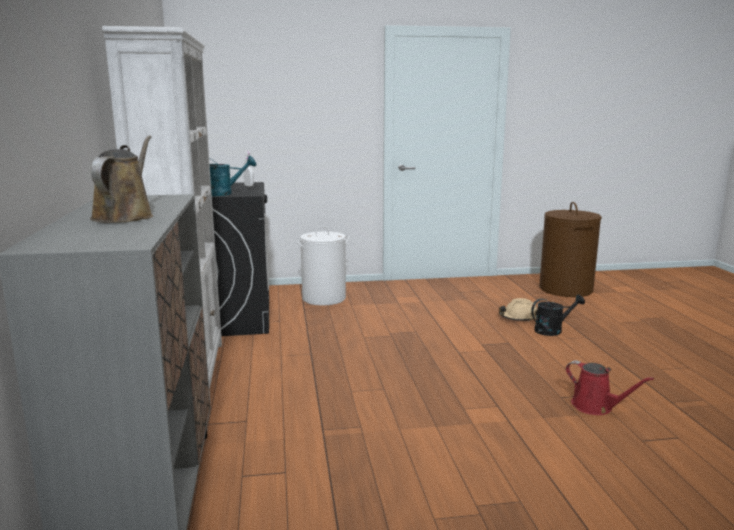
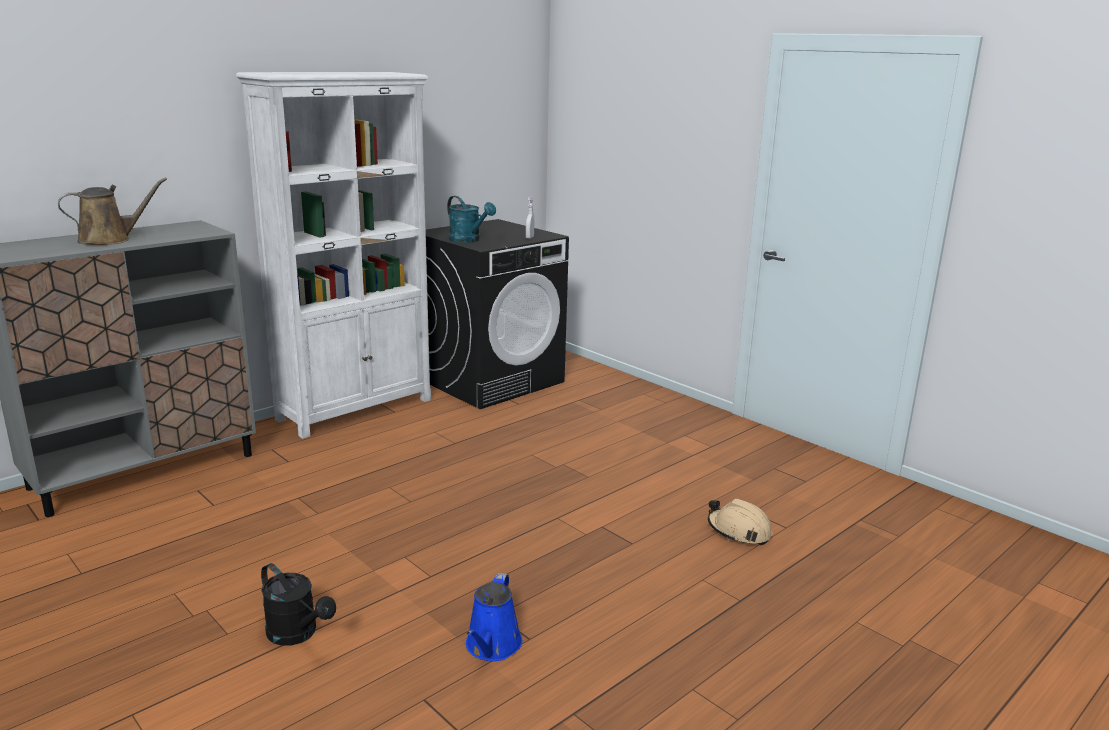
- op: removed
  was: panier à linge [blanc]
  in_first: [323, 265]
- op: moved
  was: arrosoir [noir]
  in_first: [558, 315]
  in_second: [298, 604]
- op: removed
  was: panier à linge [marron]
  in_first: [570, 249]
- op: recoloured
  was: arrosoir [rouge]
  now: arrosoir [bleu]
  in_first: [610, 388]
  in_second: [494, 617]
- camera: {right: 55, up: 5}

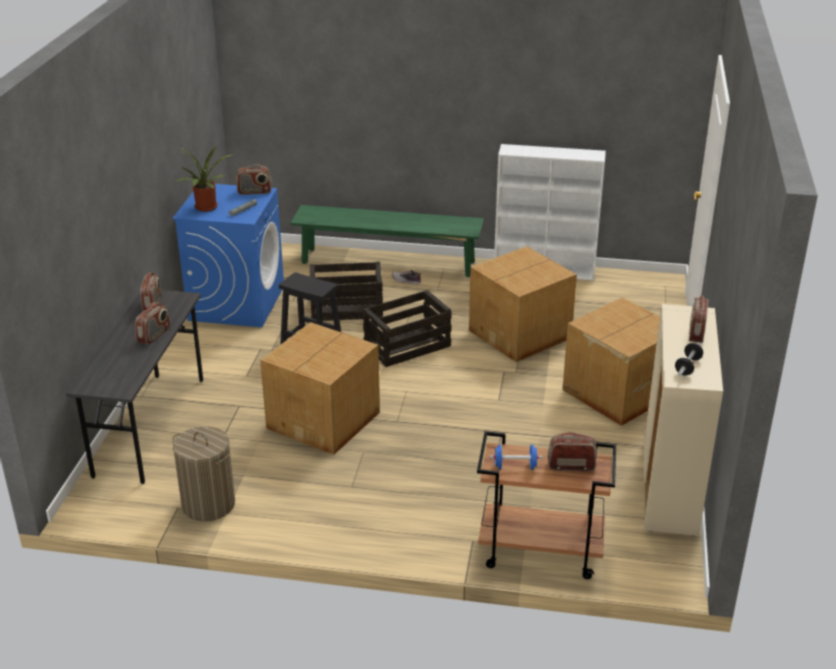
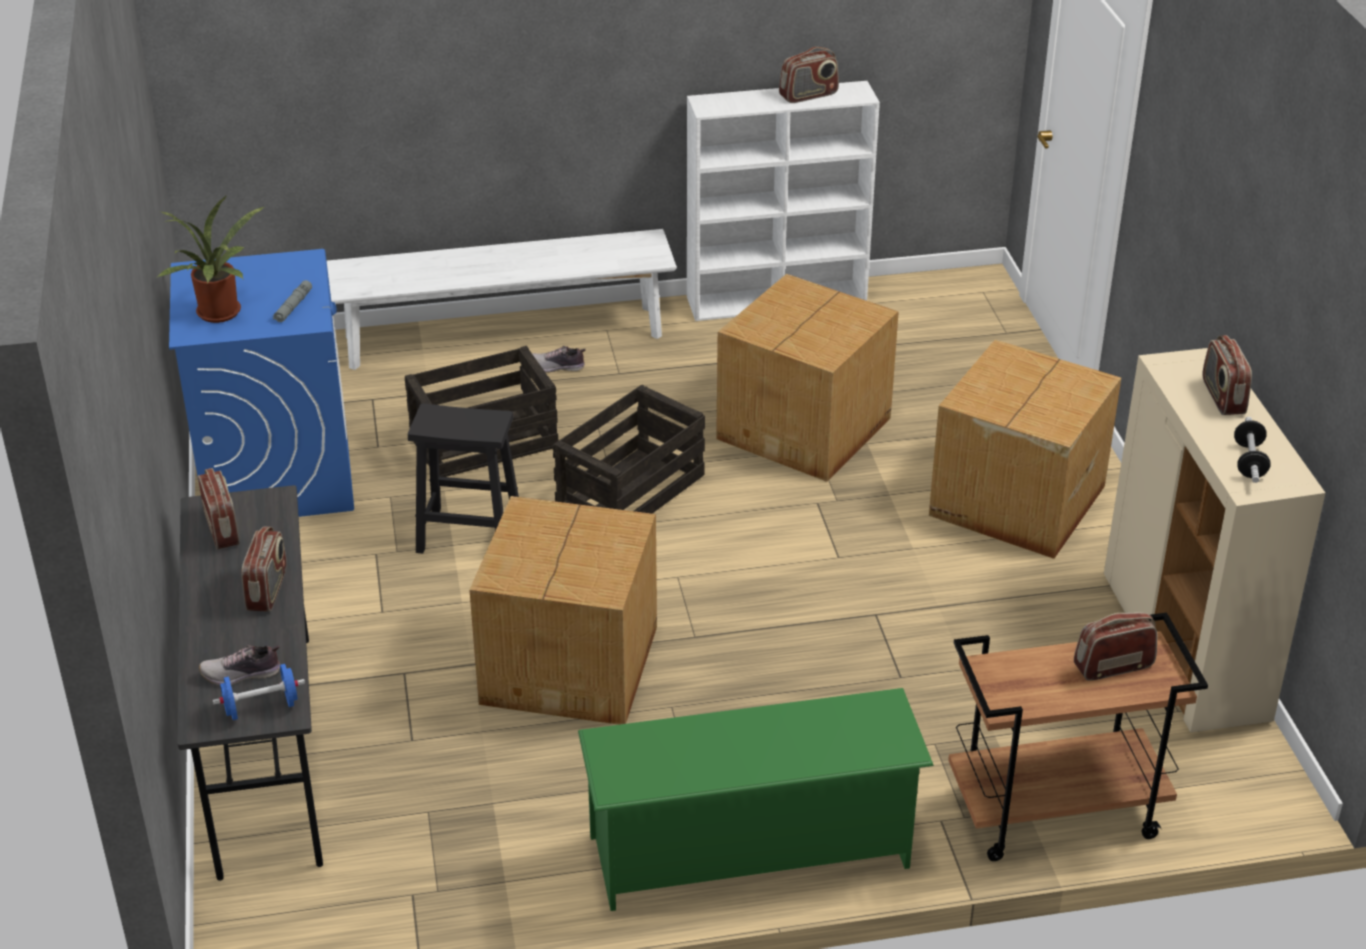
- op: removed
  was: panier à linge
  in_first: [203, 474]
- op: moved
  was: radio
  in_first: [254, 179]
  in_second: [809, 75]
- op: recoloured
  was: banc [vert]
  now: banc [blanc]
  in_first: [387, 241]
  in_second: [502, 299]
- op: moved
  was: haltère [bleu]
  in_first: [516, 457]
  in_second: [258, 692]
- op: added
  now: chaussure
  in_second: [239, 665]
- op: added
  now: étagère à chaussures [vert]
  in_second: [756, 799]
- camera: {right: -20, up: 5}

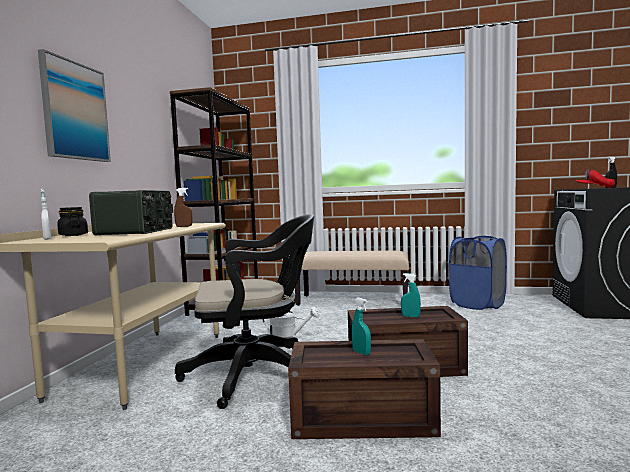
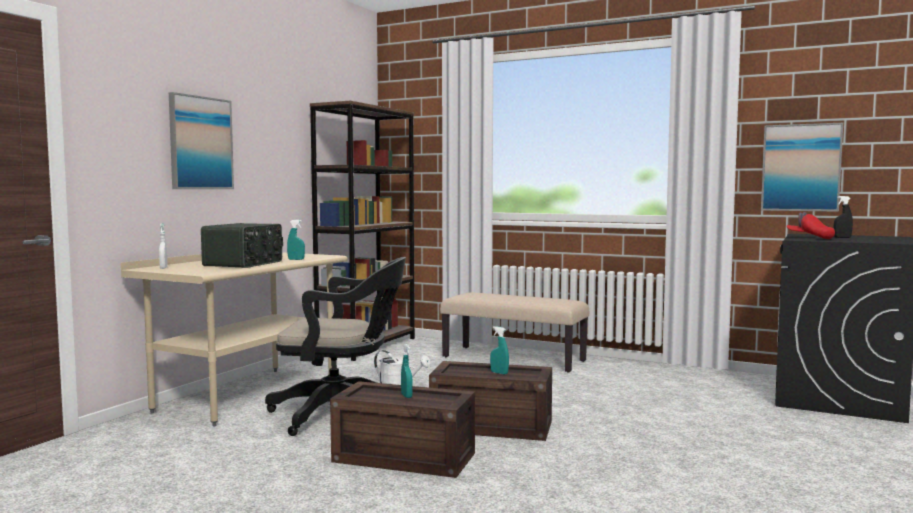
- op: removed
  was: bocal [noir]
  in_first: [72, 221]
- op: recoloured
  was: vaporisateur [marron]
  now: vaporisateur [turquoise]
  in_first: [183, 207]
  in_second: [296, 240]
- op: removed
  was: panier à linge [bleu]
  in_first: [478, 273]
- op: added
  now: tableau
  in_second: [802, 167]
- camera: {right: 15, up: 0}

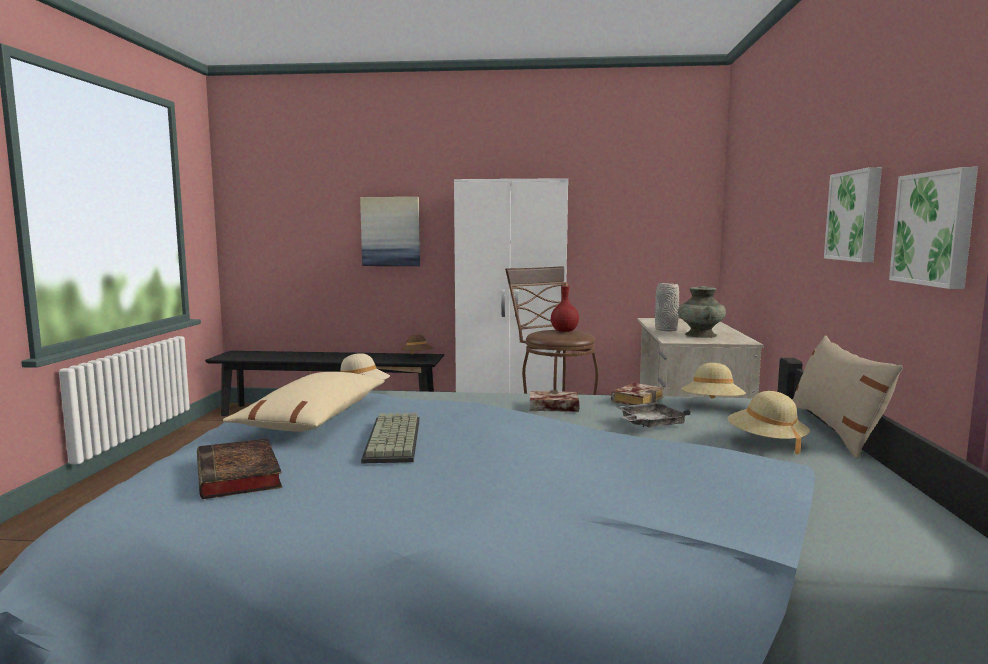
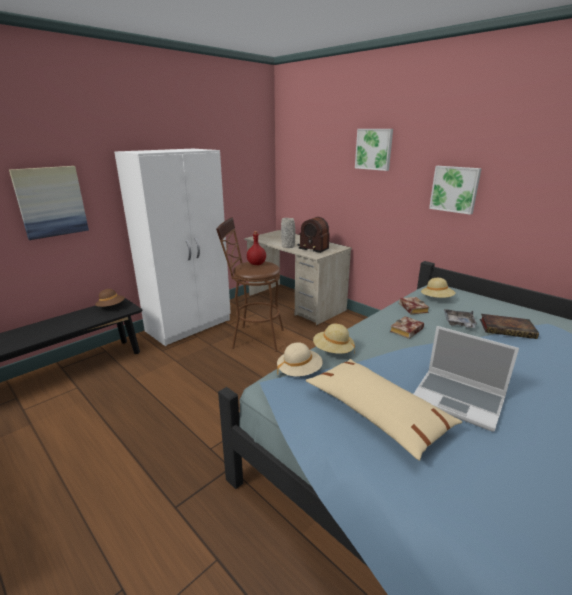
- op: moved
  was: livre
  in_first: [239, 468]
  in_second: [509, 326]
- op: replaced
  was: clavier
  now: ordinateur portable
  in_first: [390, 438]
  in_second: [466, 379]
- op: replaced
  was: vase [turquoise]
  now: radio
  in_first: [702, 312]
  in_second: [314, 235]
- op: moved
  was: chapeau [beige]
  in_first: [768, 422]
  in_second: [334, 339]
- op: removed
  was: coussin [beige]
  in_first: [847, 396]
- op: moved
  was: tableau
  in_first: [933, 228]
  in_second: [374, 150]
- camera: {right: -50, up: 15}

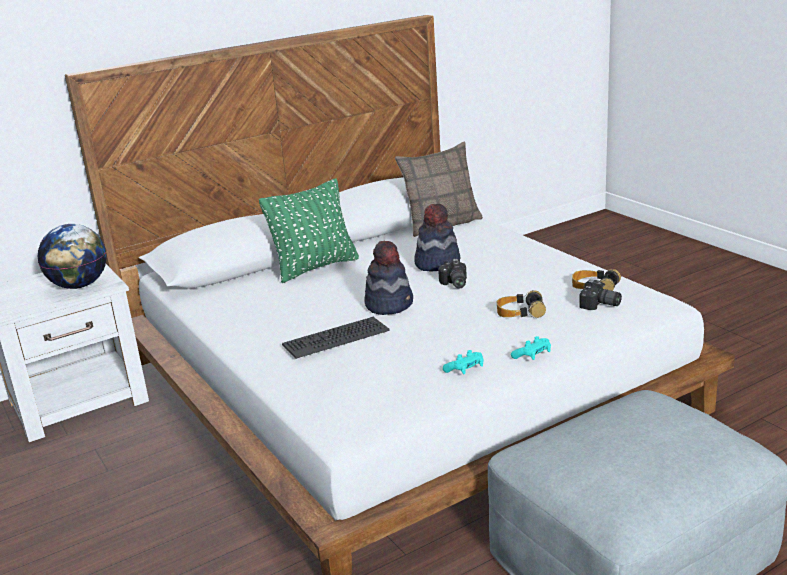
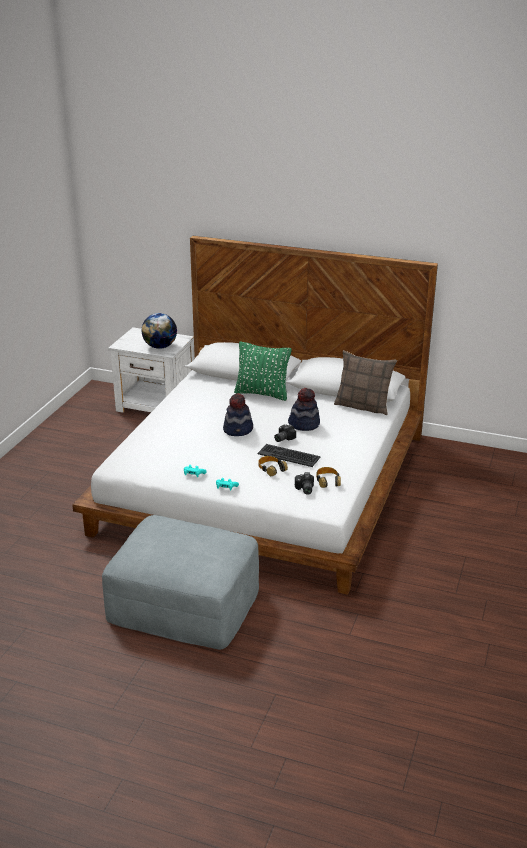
- op: moved
  was: clavier
  in_first: [336, 338]
  in_second: [288, 455]
- camera: {right: 50, up: 5}

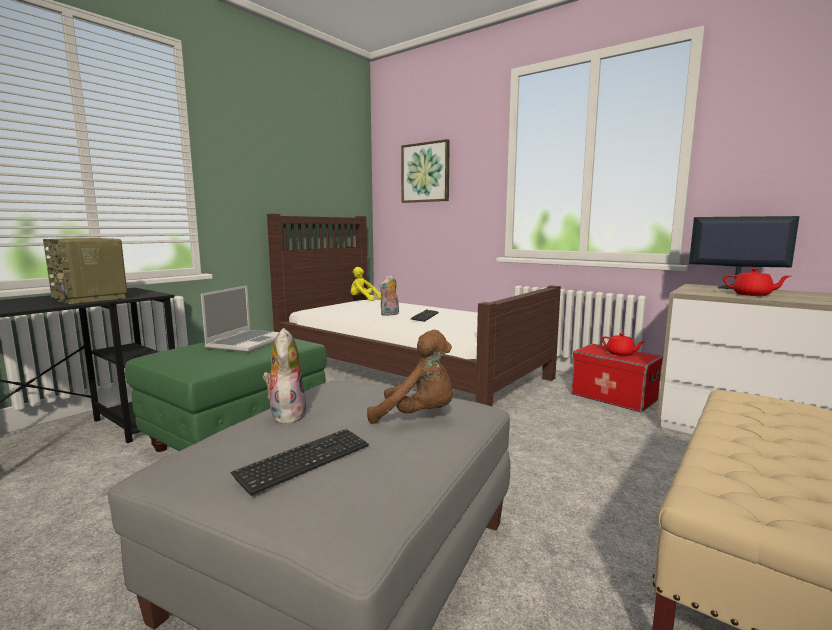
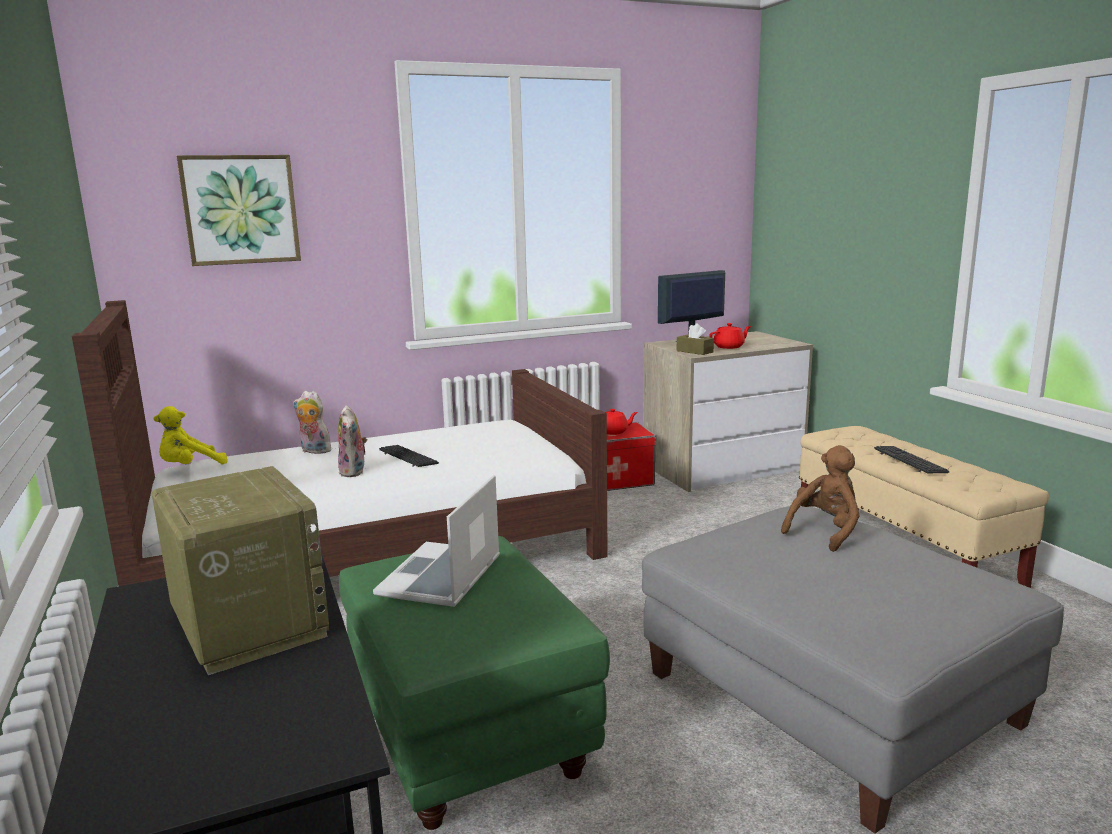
- op: turned
  was: radio
  in_first: [85, 271]
  in_second: [240, 570]
  clockwise: -105
- op: turned
  was: ordinateur portable
  in_first: [240, 318]
  in_second: [436, 541]
  clockwise: -120
- op: moved
  was: clavier
  in_first: [300, 462]
  in_second: [911, 459]
- op: moved
  was: peluche
  in_first: [285, 376]
  in_second: [312, 422]
- op: added
  now: boîte à mouchoirs [marron]
  in_second: [695, 339]
- camera: {right: -60, up: 5}

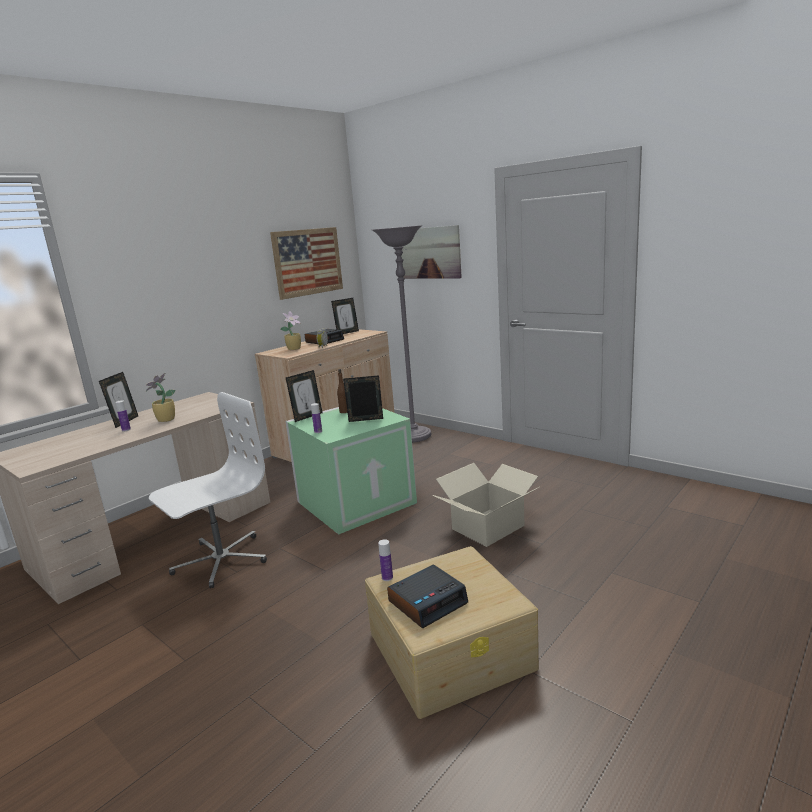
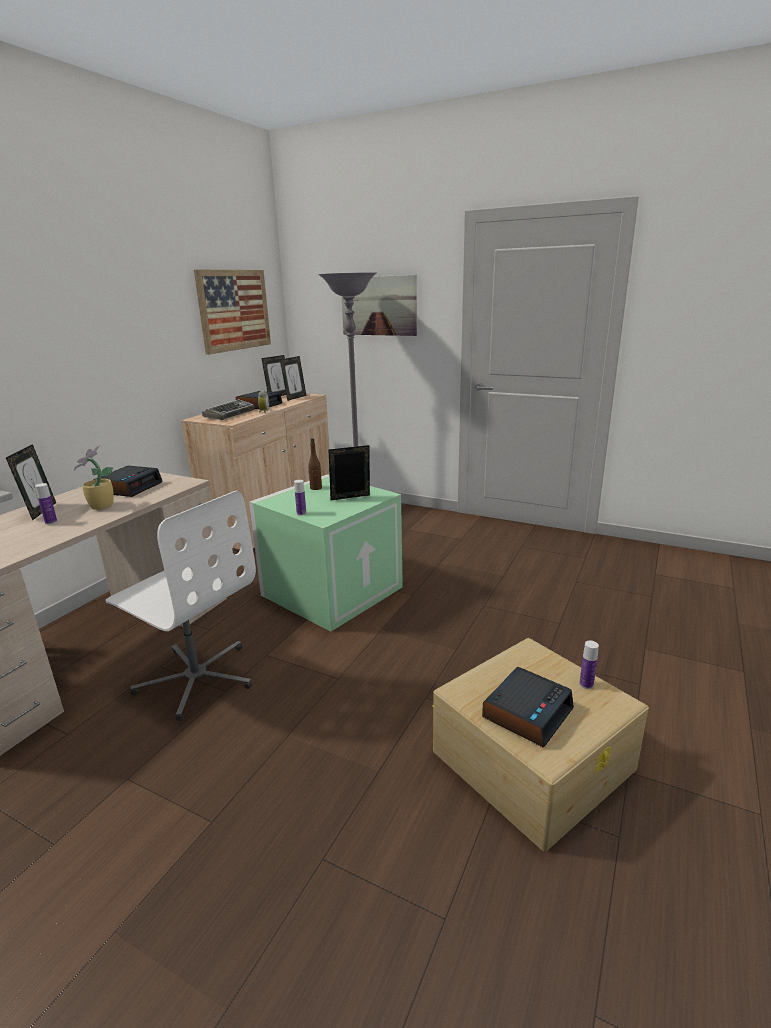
- op: turned
  was: chaise de bureau [blanc]
  in_first: [208, 490]
  in_second: [180, 605]
  clockwise: 90
- op: replaced
  was: plante en pot
  now: clavier
  in_first: [291, 330]
  in_second: [228, 409]
- op: moved
  was: cadre photo
  in_first: [304, 396]
  in_second: [293, 378]
- op: moved
  was: bouteille
  in_first: [385, 560]
  in_second: [589, 665]
- op: removed
  was: carton
  in_first: [485, 505]
- op: added
  now: réveil
  in_second: [127, 481]
- camera: {right: -15, up: 5}

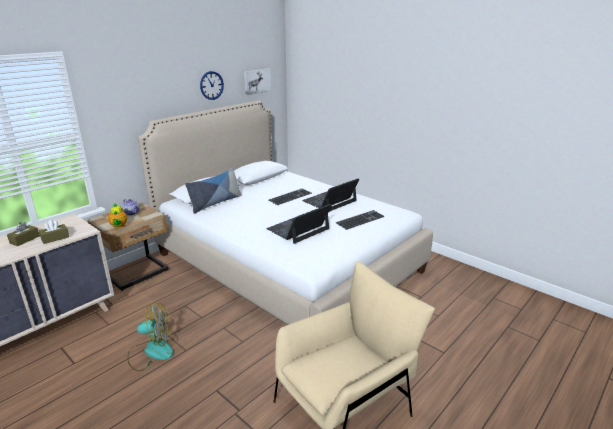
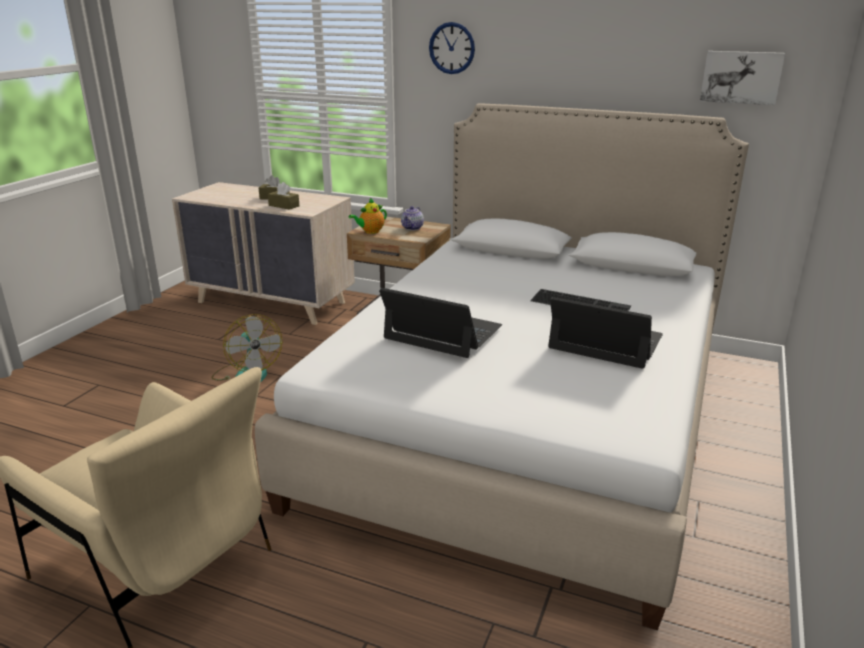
- op: removed
  was: coussin
  in_first: [213, 191]
- op: moved
  was: horloge murale
  in_first: [212, 85]
  in_second: [452, 48]
- op: removed
  was: clavier
  in_first: [360, 220]
- camera: {right: 70, up: 0}

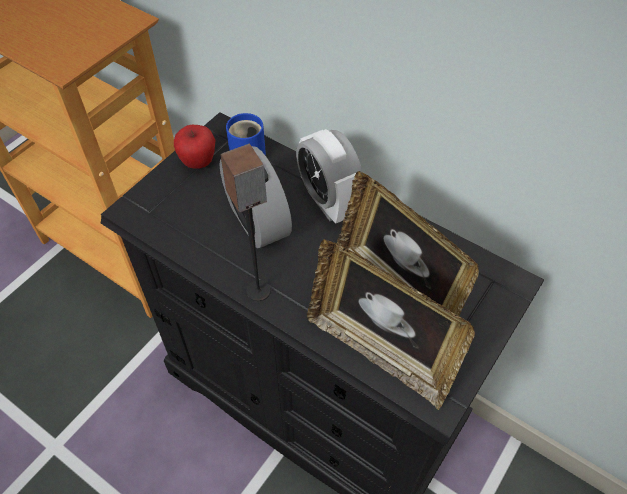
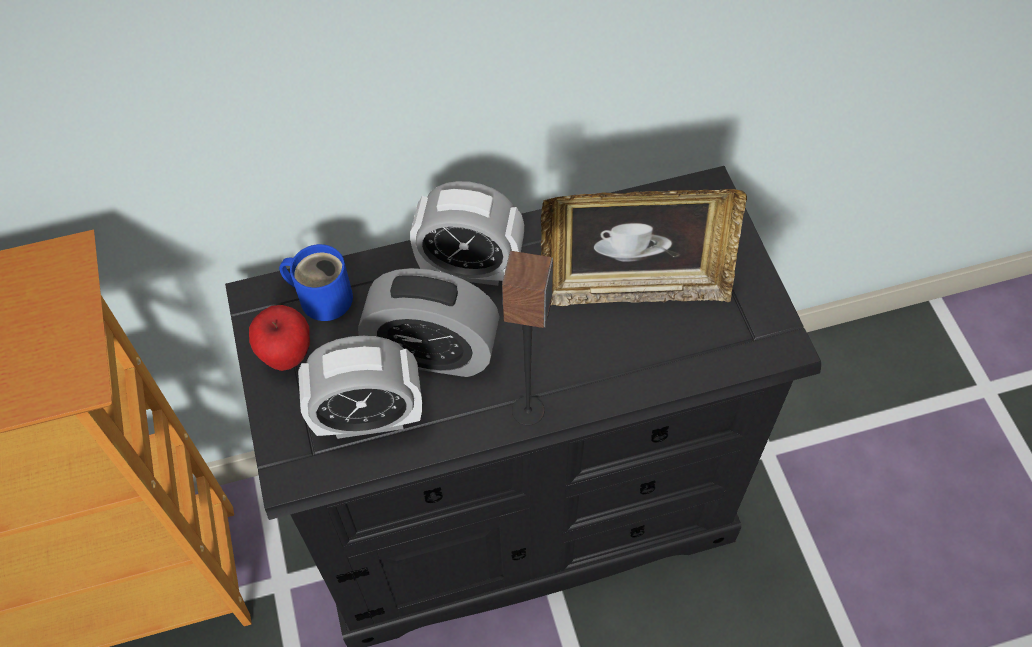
- op: removed
  was: cadre photo
  in_first: [391, 324]
- op: added
  now: réveil
  in_second: [360, 387]
- camera: {right: -50, up: 5}

